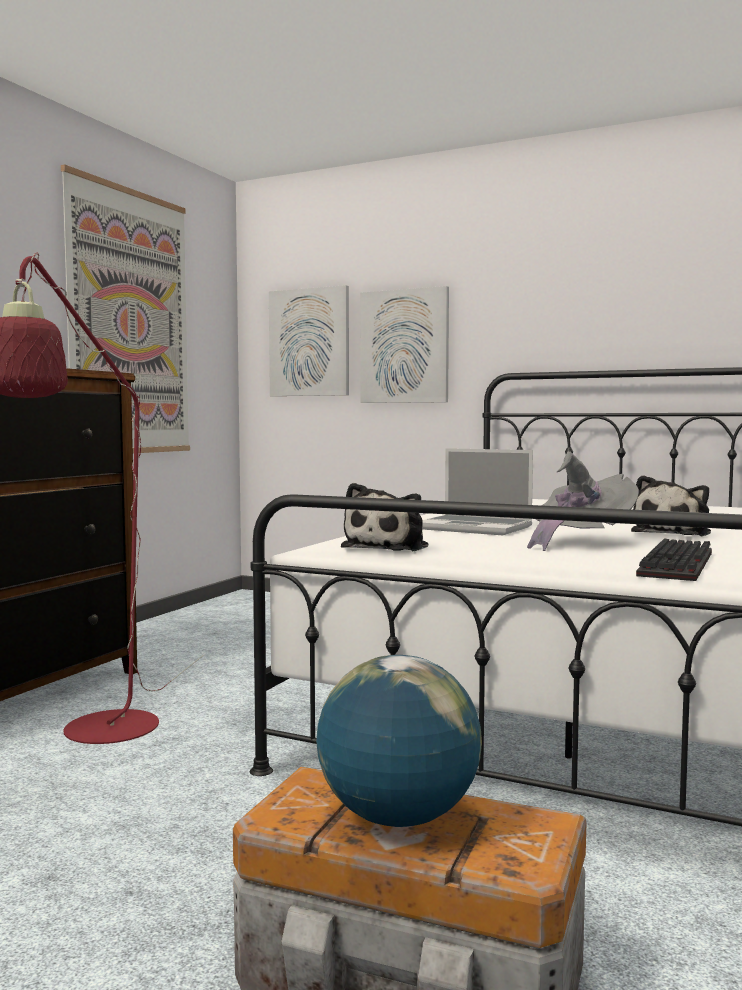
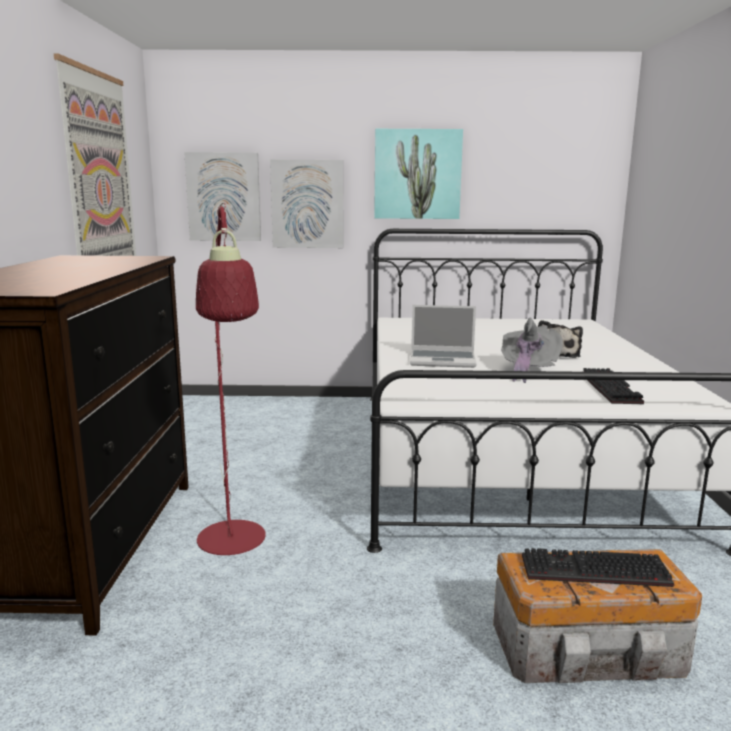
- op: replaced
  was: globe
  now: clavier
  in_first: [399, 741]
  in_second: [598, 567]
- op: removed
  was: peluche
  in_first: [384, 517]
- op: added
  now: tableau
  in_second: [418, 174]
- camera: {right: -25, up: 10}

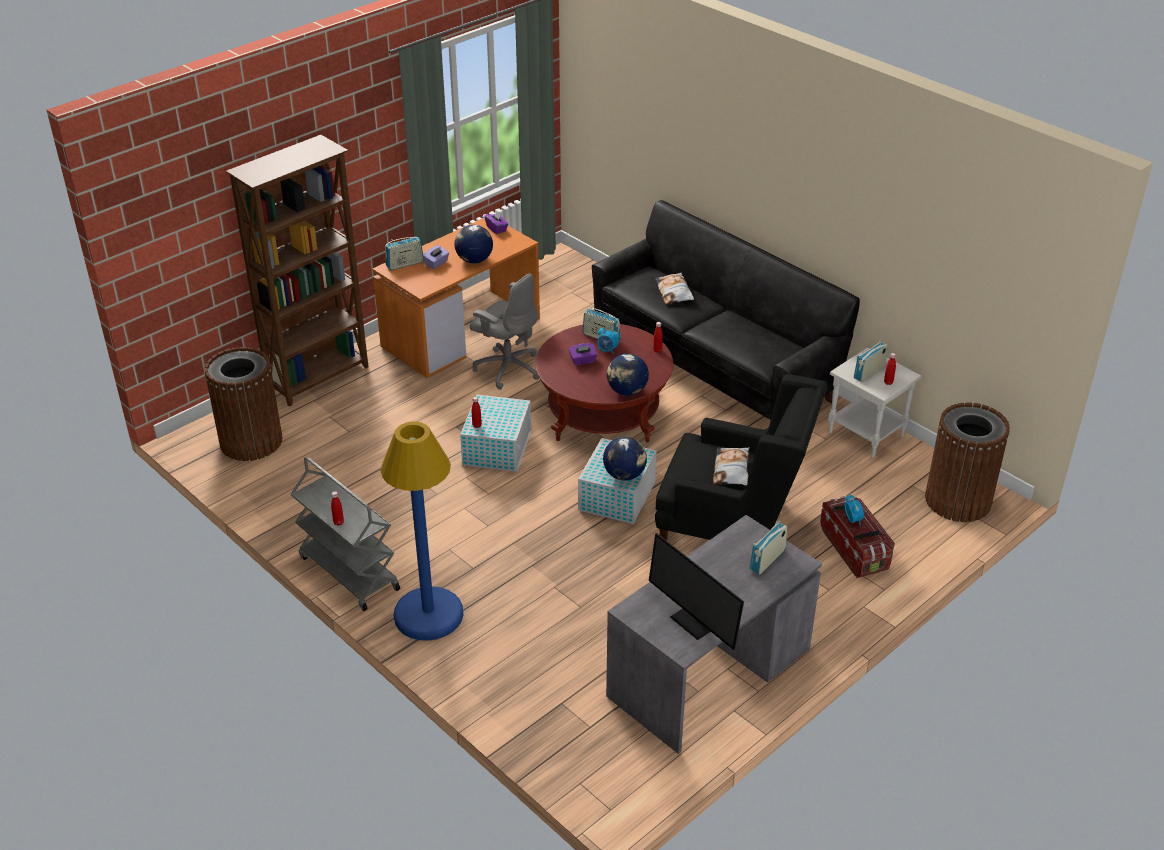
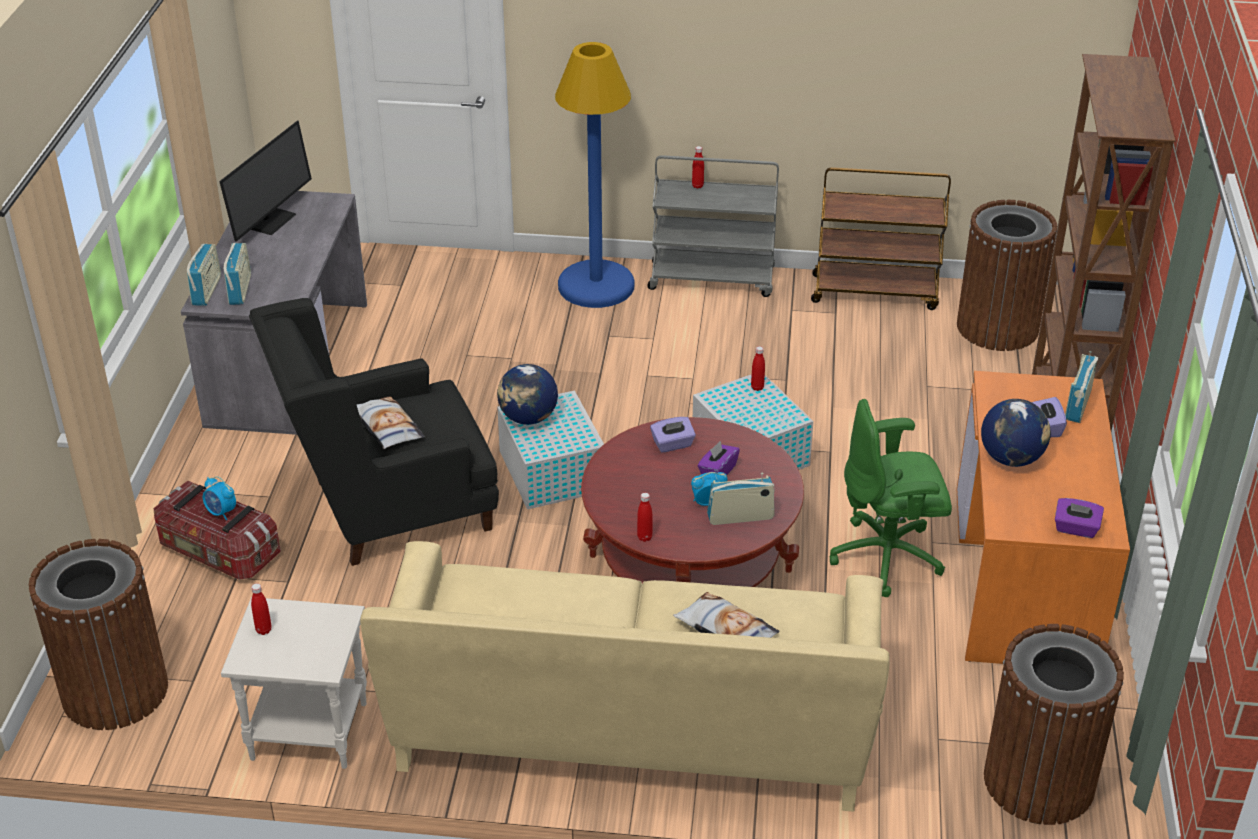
- op: recoloured
  was: chaise de bureau [gris]
  now: chaise de bureau [vert]
  in_first: [504, 331]
  in_second: [890, 498]
- op: recoloured
  was: canapé [noir]
  now: canapé [beige]
  in_first: [726, 310]
  in_second: [625, 676]
- op: removed
  was: globe
  in_first: [628, 375]
- op: turned
  was: écran d'ordinateur
  in_first: [696, 591]
  in_second: [265, 181]
  clockwise: 105
- op: moved
  was: radio
  in_first: [871, 360]
  in_second: [204, 275]
- op: added
  now: boîte à mouchoirs [violet]
  in_second: [673, 435]
- op: added
  now: chariot [marron]
  in_second: [881, 238]
- op: added
  now: poubelle [marron]
  in_second: [1054, 724]
- camera: {right: 140, up: 0}

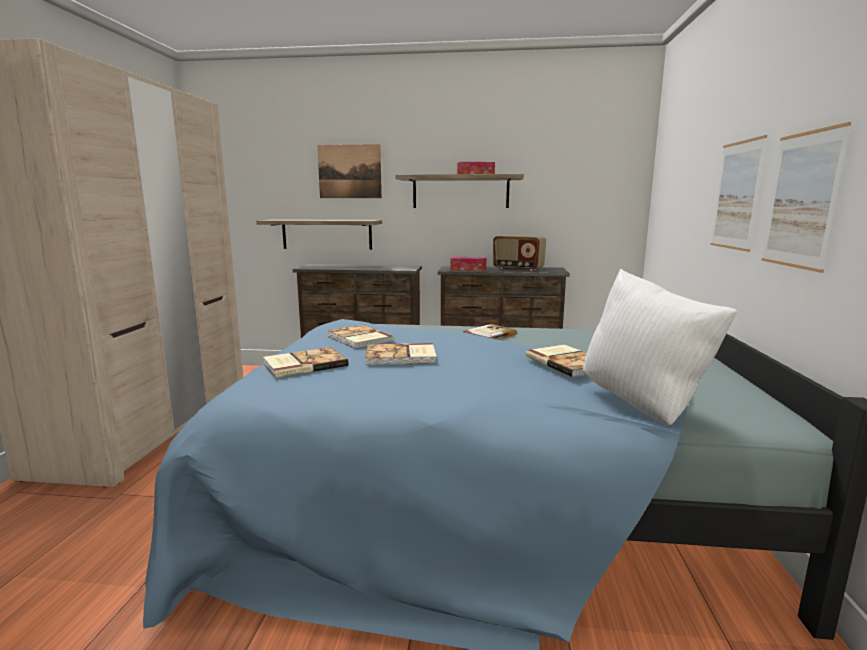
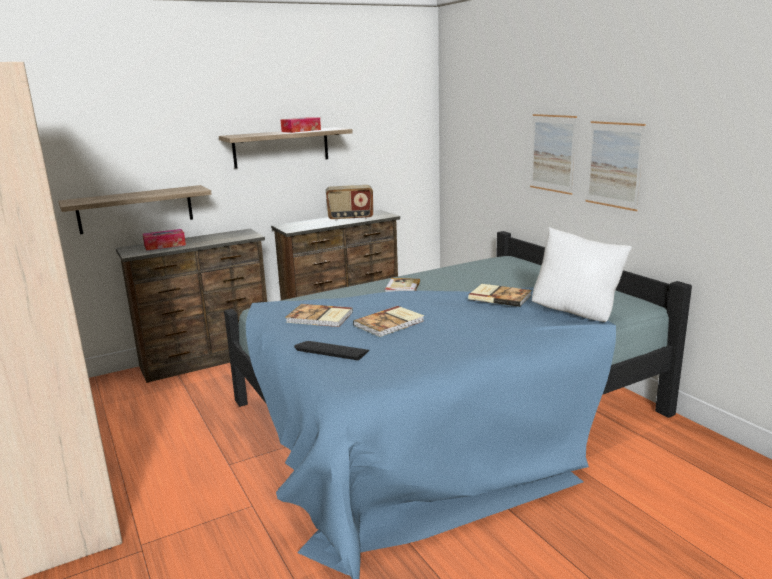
- op: replaced
  was: livre
  now: clavier
  in_first: [305, 362]
  in_second: [331, 350]
- op: removed
  was: tableau
  in_first: [349, 171]
- op: moved
  was: boîte à mouchoirs
  in_first: [468, 264]
  in_second: [164, 240]
- camera: {right: -35, up: 5}

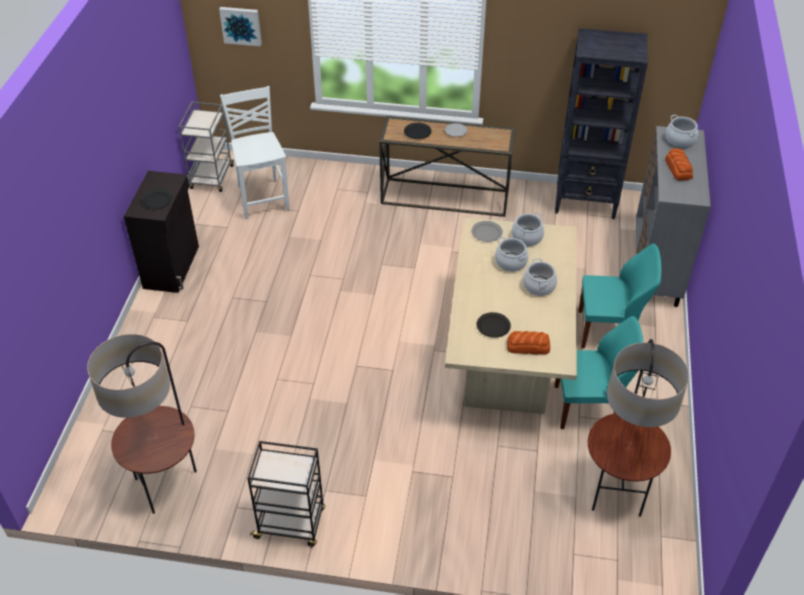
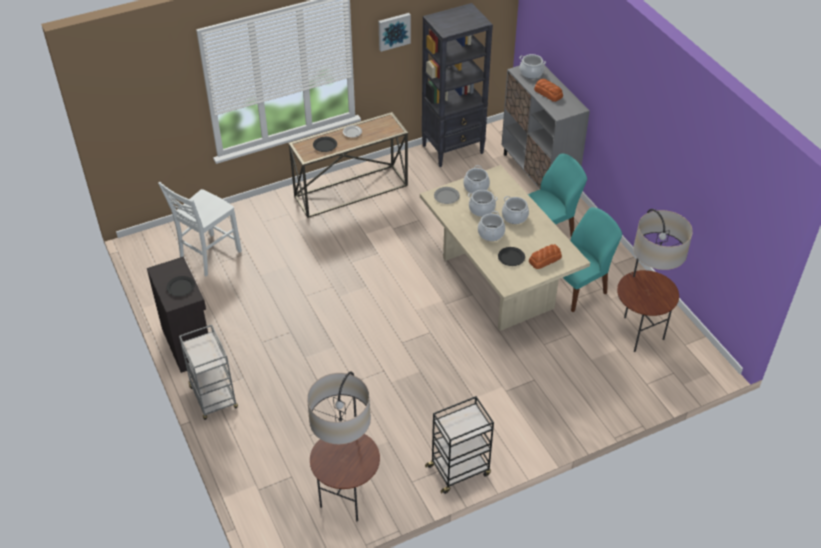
- op: moved
  was: chariot [gris]
  in_first: [206, 147]
  in_second: [208, 372]
- op: moved
  was: tableau
  in_first: [240, 26]
  in_second: [395, 32]
- op: turned
  was: chaise [blanc]
  in_first: [255, 152]
  in_second: [200, 229]
  clockwise: -90
- op: added
  now: marmite
  in_second: [491, 226]
- camera: {right: -35, up: 0}

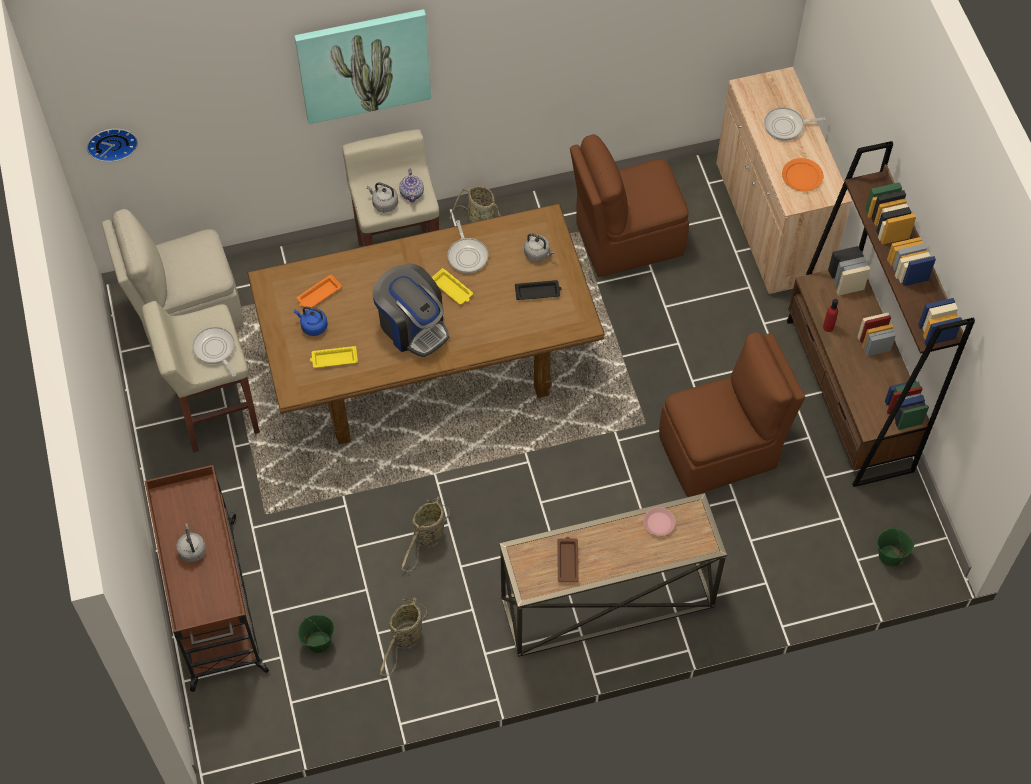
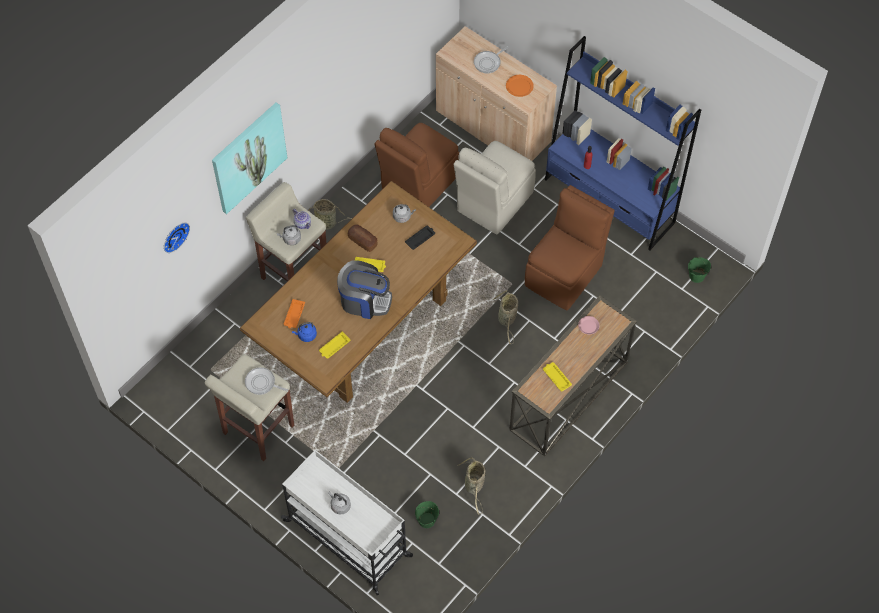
- op: moved
  was: horloge murale
  in_first: [112, 145]
  in_second: [177, 237]
- op: moved
  was: chaise [beige]
  in_first: [172, 280]
  in_second: [495, 188]
- op: recoloured
  was: chariot [marron]
  now: chariot [blanc]
  in_first: [206, 578]
  in_second: [347, 522]
- op: moved
  was: panier
  in_first: [425, 534]
  in_second: [505, 317]
- op: replaced
  was: poêle
  now: pain
  in_first: [468, 246]
  in_second: [363, 238]
- op: recoloured
  was: plateau [marron]
  now: plateau [jaune]
  in_first: [568, 559]
  in_second: [557, 377]
- op: recoloured
  was: bibliothèque [marron]
  now: bibliothèque [bleu]
  in_first: [881, 314]
  in_second: [623, 143]
- camera: {right: -35, up: 0}

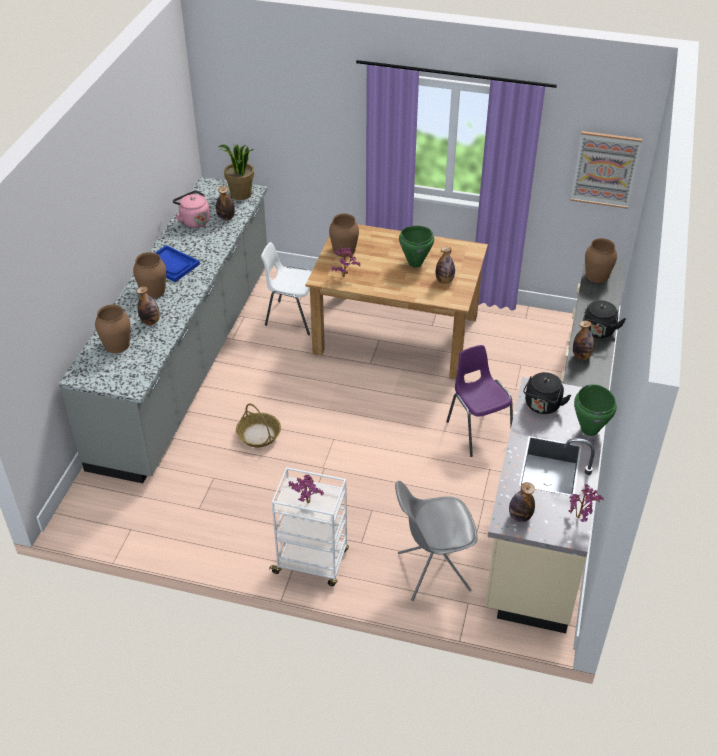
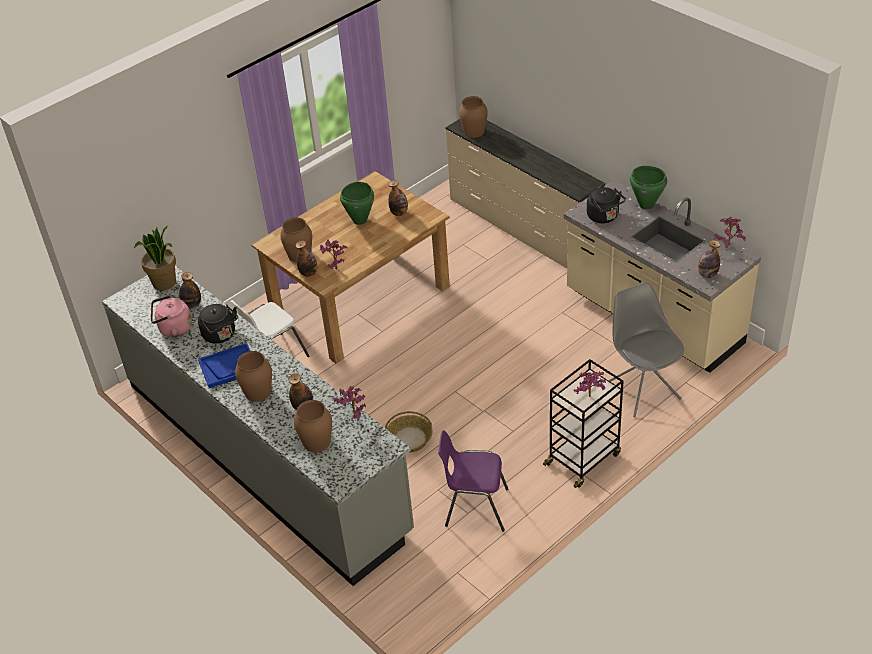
- op: recoloured
  was: chariot [blanc]
  now: chariot [noir]
  in_first: [309, 526]
  in_second: [583, 423]
- op: turned
  was: chaise [gris]
  in_first: [436, 541]
  in_second: [646, 349]
  clockwise: 135
- op: moved
  was: chaise [violet]
  in_first: [479, 401]
  in_second: [473, 481]
- op: removed
  was: tableau
  in_first: [606, 170]
- op: moved
  was: bouteille
  in_first: [584, 340]
  in_second: [306, 258]
- op: moved
  was: bouilloire [noir]
  in_first: [604, 319]
  in_second: [218, 324]
- op: added
  now: plante en pot
  in_second: [349, 402]
- camera: {right: -55, up: 0}

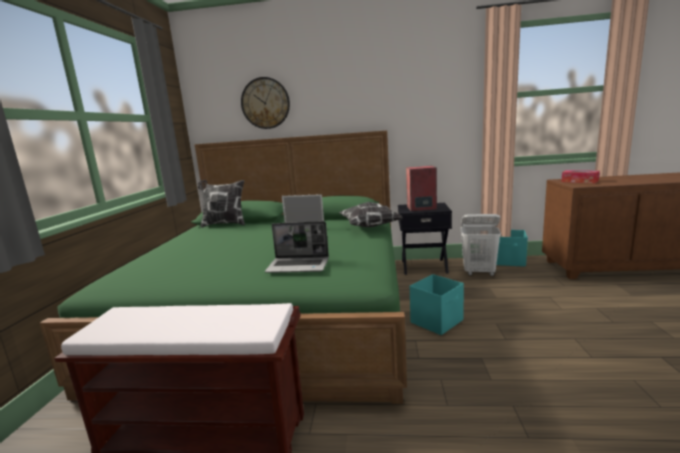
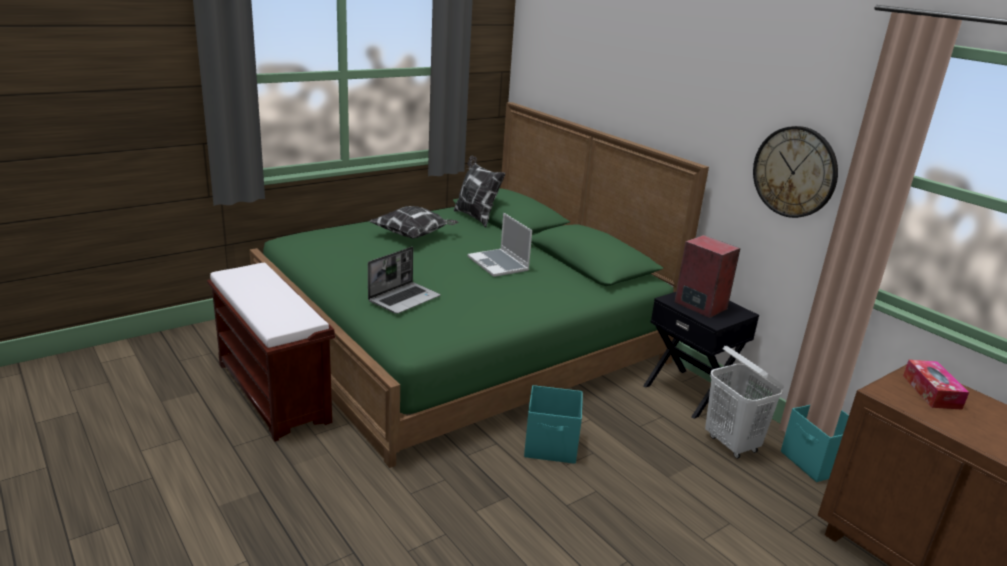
- op: moved
  was: horloge murale
  in_first: [265, 103]
  in_second: [795, 172]
- op: turned
  was: ordinateur portable
  in_first: [297, 247]
  in_second: [404, 280]
  clockwise: -105
- op: moved
  was: coussin
  in_first: [370, 214]
  in_second: [414, 222]
- camera: {right: 45, up: 10}

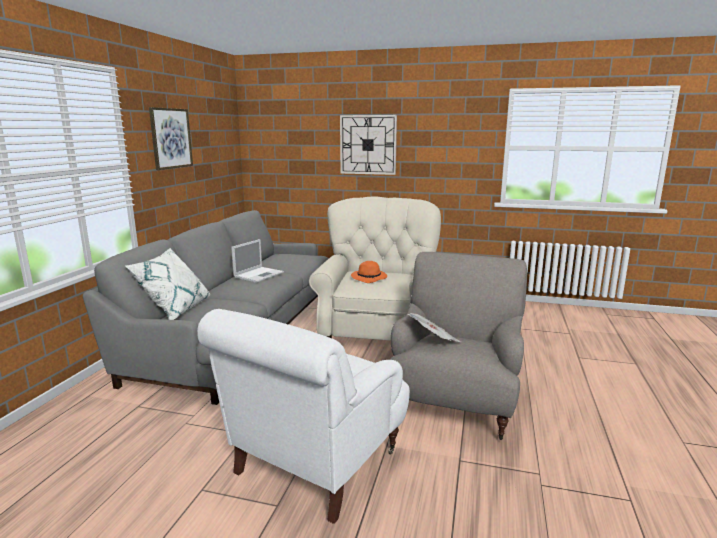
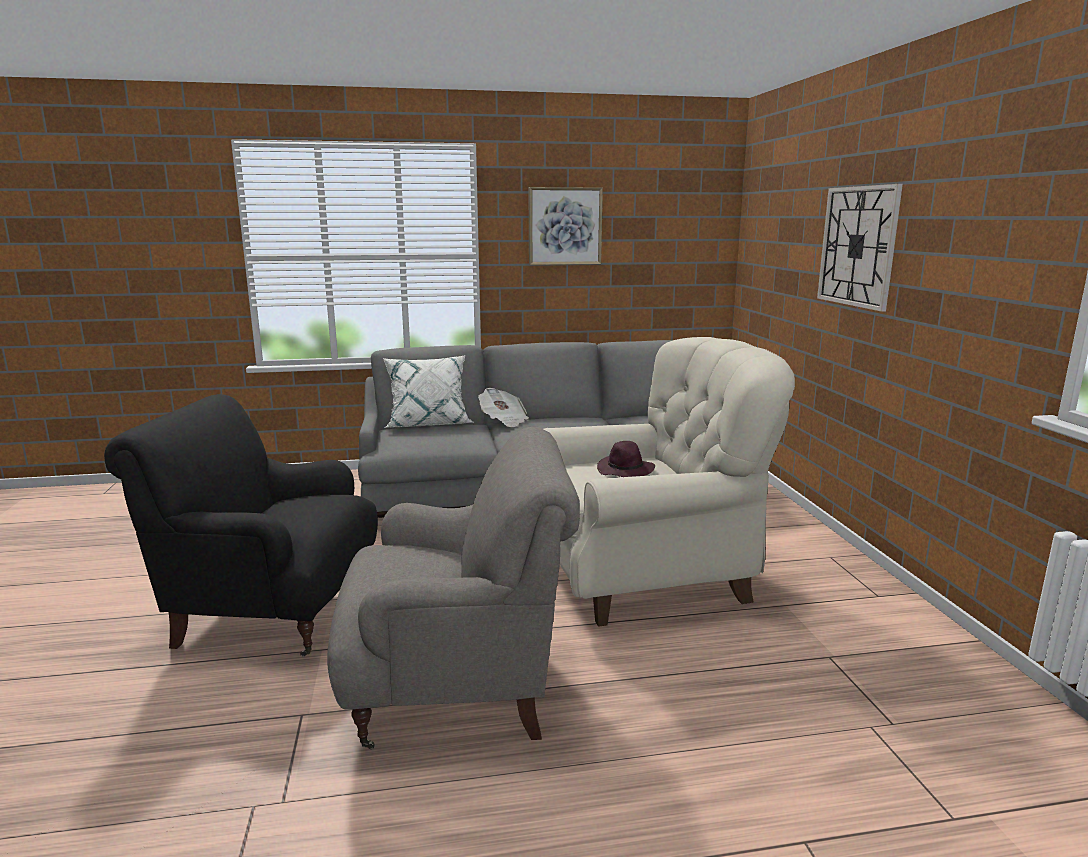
- op: recoloured
  was: fauteuil [blanc]
  now: fauteuil [noir]
  in_first: [303, 416]
  in_second: [241, 525]
- op: removed
  was: ordinateur portable
  in_first: [257, 261]
- op: recoloured
  was: chapeau [orange]
  now: chapeau [violet]
  in_first: [369, 272]
  in_second: [626, 459]
- op: moved
  was: journal
  in_first: [434, 327]
  in_second: [503, 407]
- camera: {right: 65, up: 0}

